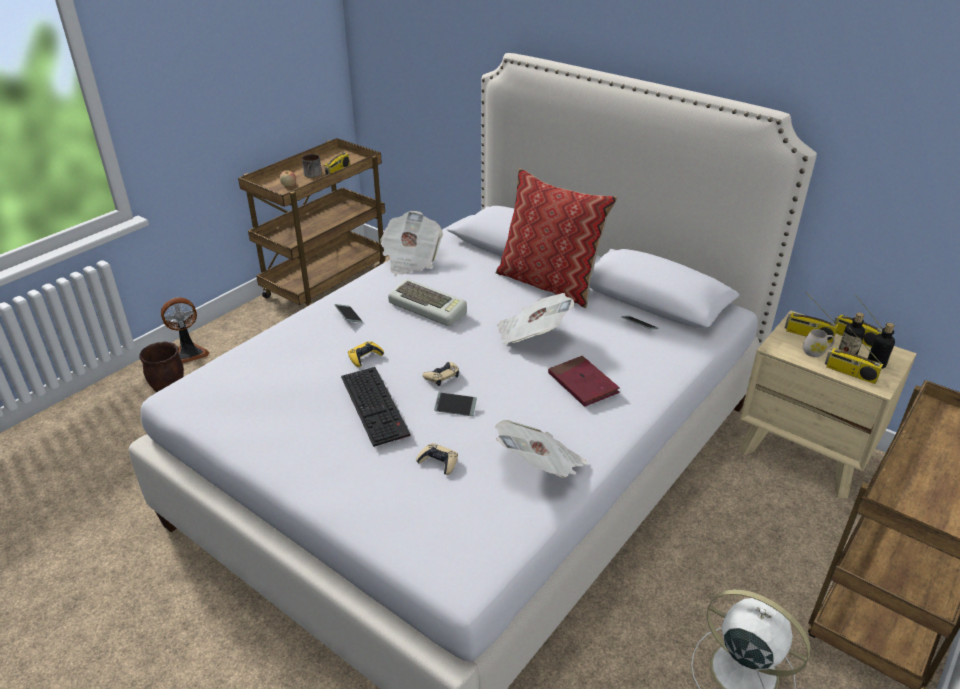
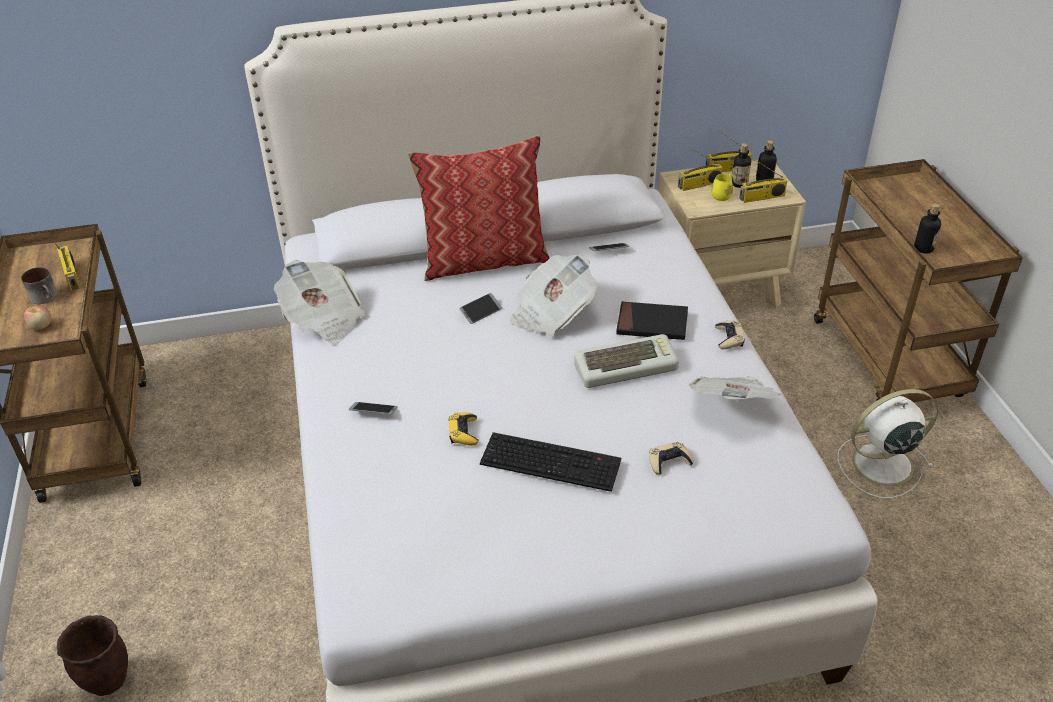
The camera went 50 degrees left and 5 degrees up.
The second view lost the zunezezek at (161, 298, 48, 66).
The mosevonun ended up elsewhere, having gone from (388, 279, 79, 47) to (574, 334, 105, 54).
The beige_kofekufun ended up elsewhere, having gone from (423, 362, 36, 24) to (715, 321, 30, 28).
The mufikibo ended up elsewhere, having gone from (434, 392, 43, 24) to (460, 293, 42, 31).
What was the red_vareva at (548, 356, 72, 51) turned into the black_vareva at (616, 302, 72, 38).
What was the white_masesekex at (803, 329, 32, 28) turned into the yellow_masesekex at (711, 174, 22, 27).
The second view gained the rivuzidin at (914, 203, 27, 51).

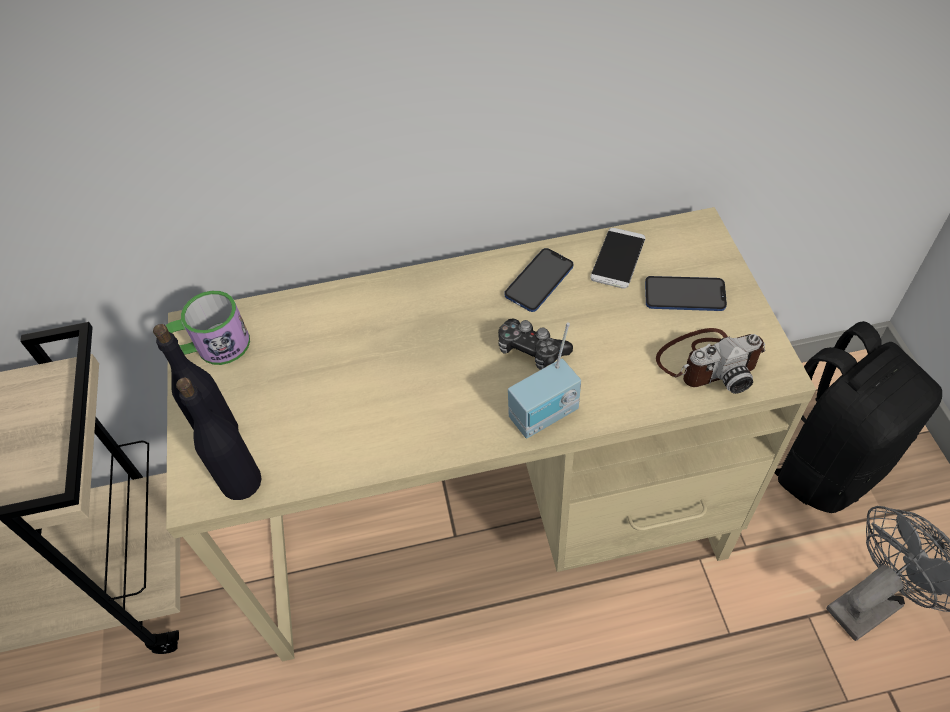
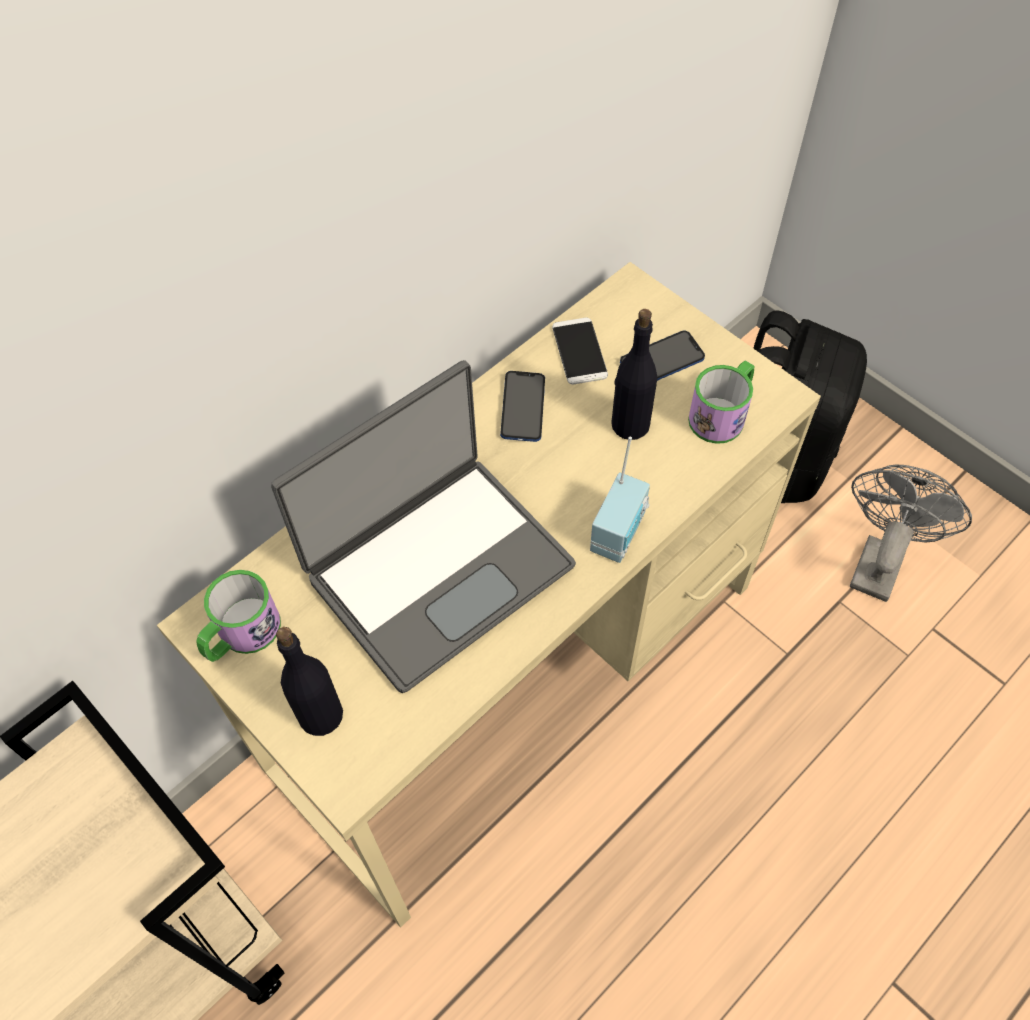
The camera went 35 degrees left and 5 degrees up.
The black_rivuzidin ended up elsewhere, having gone from (176, 378, 86, 122) to (611, 309, 46, 131).
The second view lost the kofekufun at (498, 318, 75, 52).
Where the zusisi stood at (656, 328, 110, 66), the masesekex came to stand at (688, 360, 66, 84).
The second view gained the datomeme at (271, 360, 305, 333).

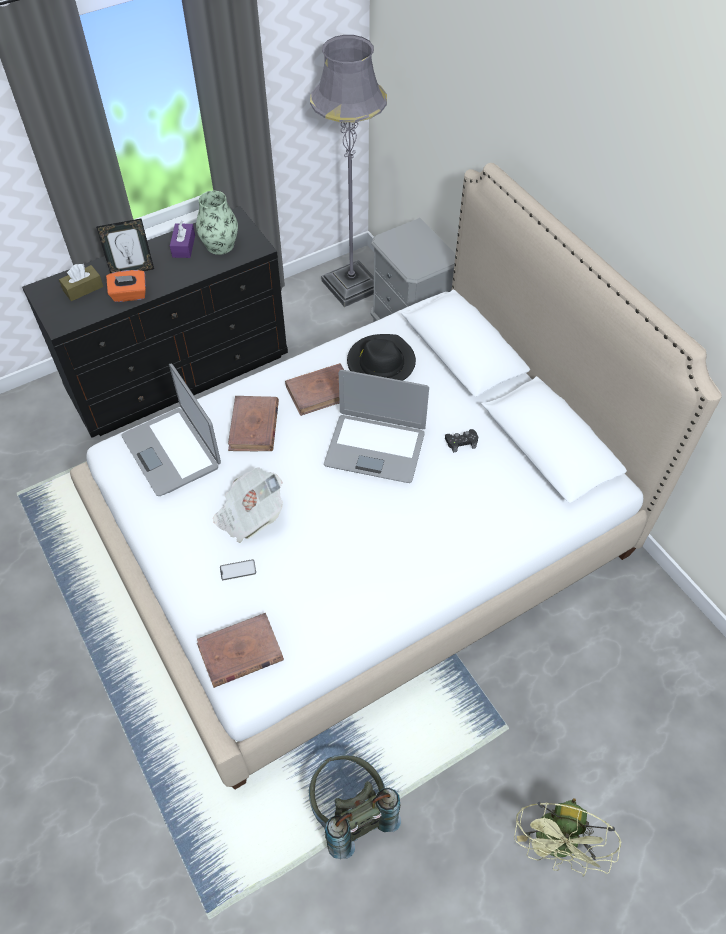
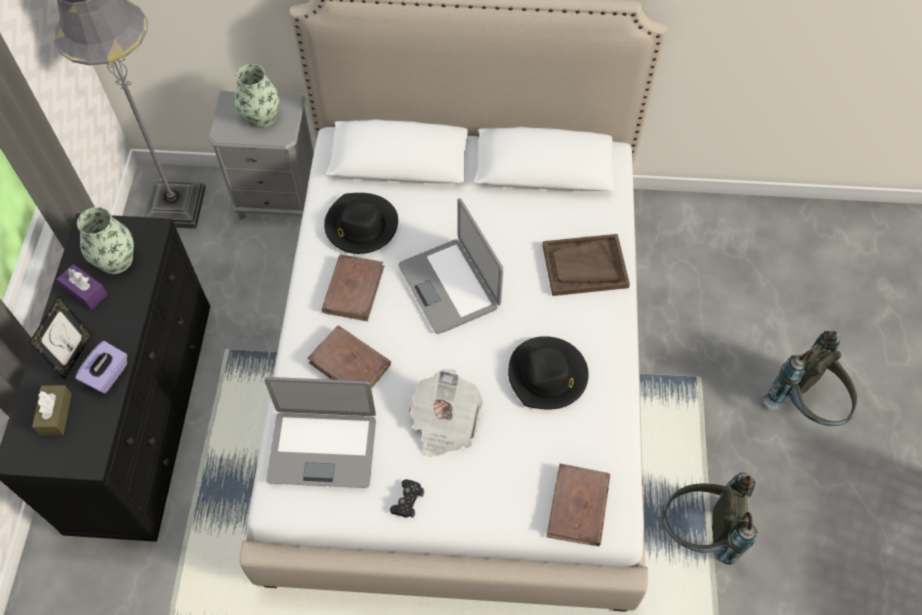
The camera went 55 degrees left and 5 degrees up.
What was the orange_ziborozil at (106, 270, 40, 32) turned into the purple_ziborozil at (75, 341, 52, 52).
The second view lost the mufikibo at (220, 559, 36, 22).
The datomeme at (324, 370, 105, 113) ended up facing another way, 105 degrees clockwise from before.
The black_kofekufun ended up elsewhere, having gone from (445, 429, 33, 24) to (390, 479, 34, 39).
Where the green_zunezezek stood at (514, 798, 108, 79), the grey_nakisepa came to stand at (763, 330, 94, 96).
The second view gained the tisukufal at (234, 64, 45, 64).
The second view gained the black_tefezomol at (508, 336, 81, 73).
The second view gained the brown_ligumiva at (542, 234, 88, 62).

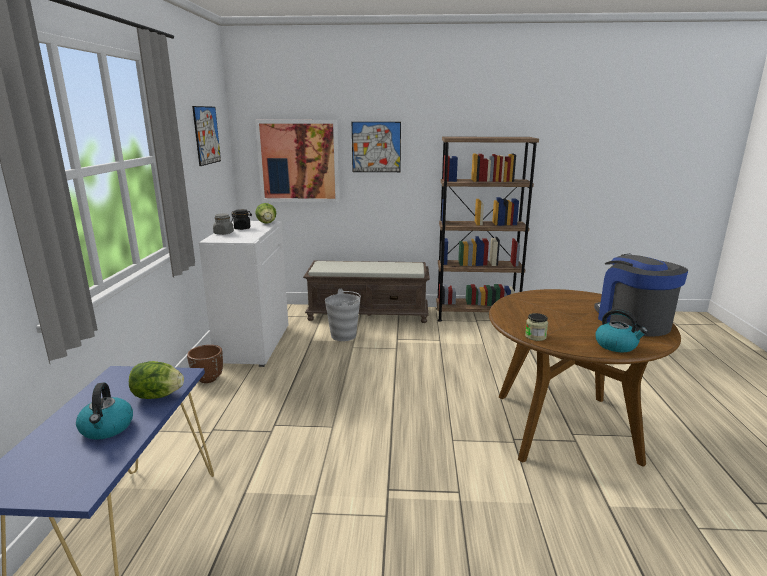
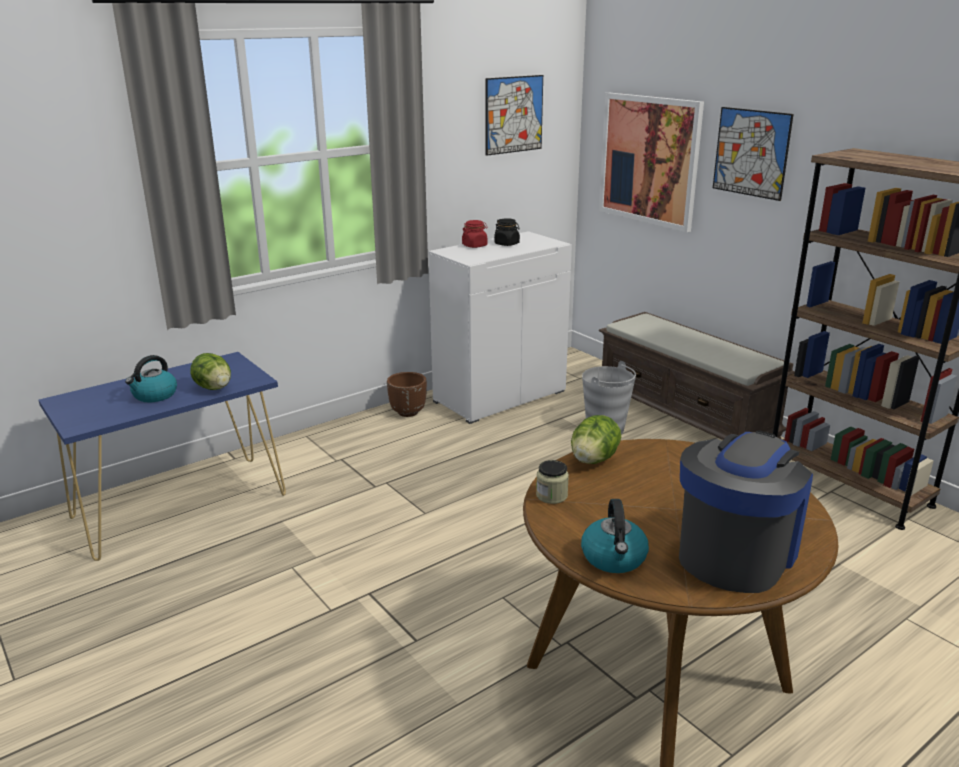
The camera went 50 degrees right and 5 degrees up.
What was the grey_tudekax at (213, 213, 21, 22) turned into the red_tudekax at (462, 220, 25, 28).
The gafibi ended up elsewhere, having gone from (255, 203, 21, 21) to (571, 415, 50, 49).

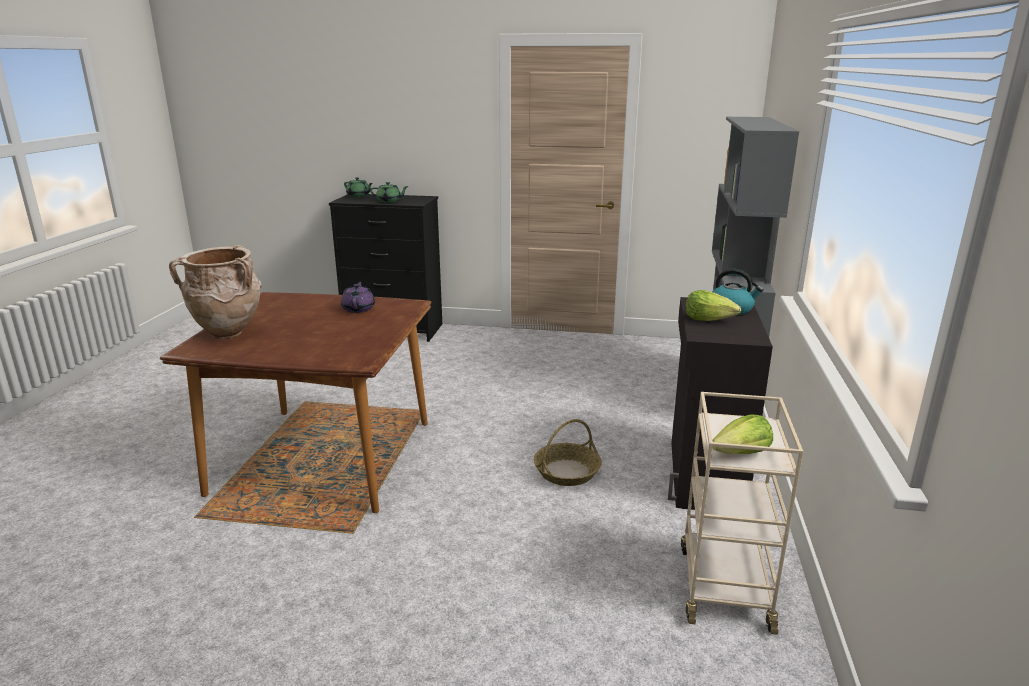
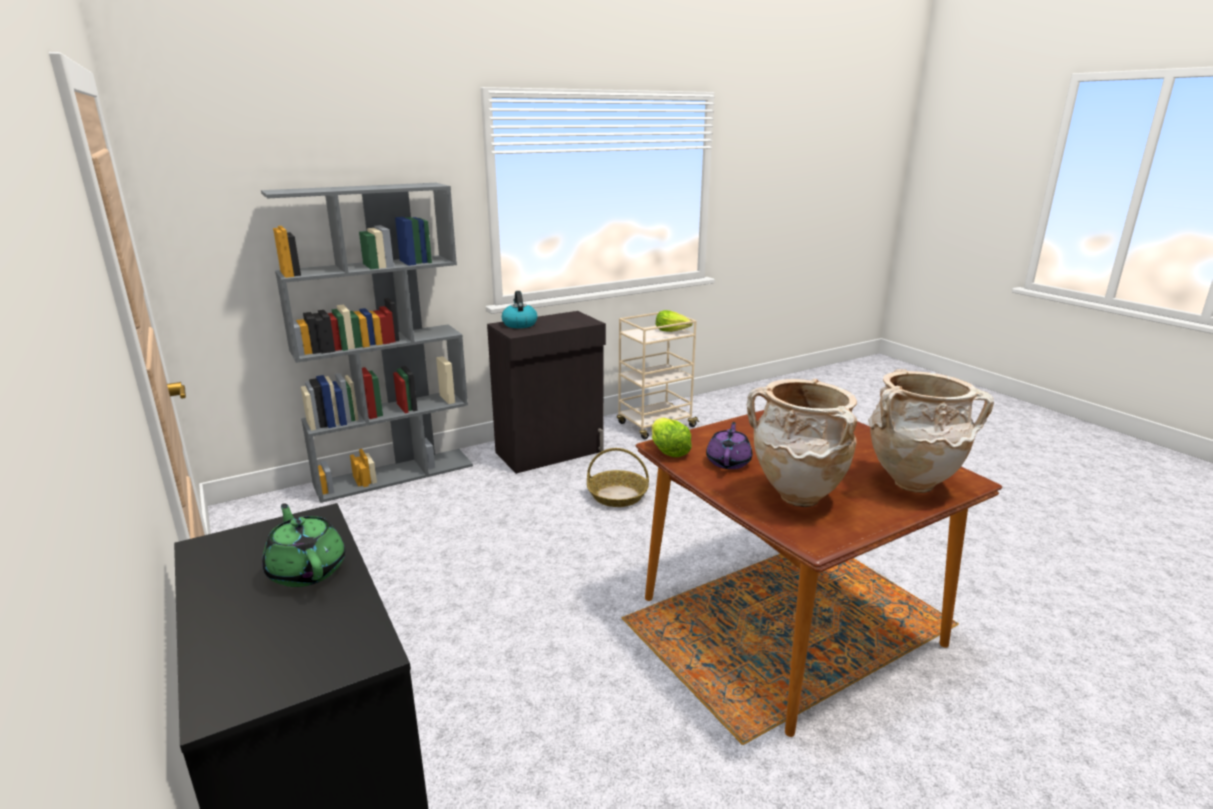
The camera went 130 degrees left and 0 degrees up.
The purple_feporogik at (341, 281, 34, 32) ended up facing another way, 150 degrees clockwise from before.
The second view lost the green_feporogik at (344, 177, 28, 20).
The gafibi ended up elsewhere, having gone from (686, 290, 55, 31) to (652, 418, 40, 39).
The second view gained the beige_tisukufal at (747, 379, 110, 128).

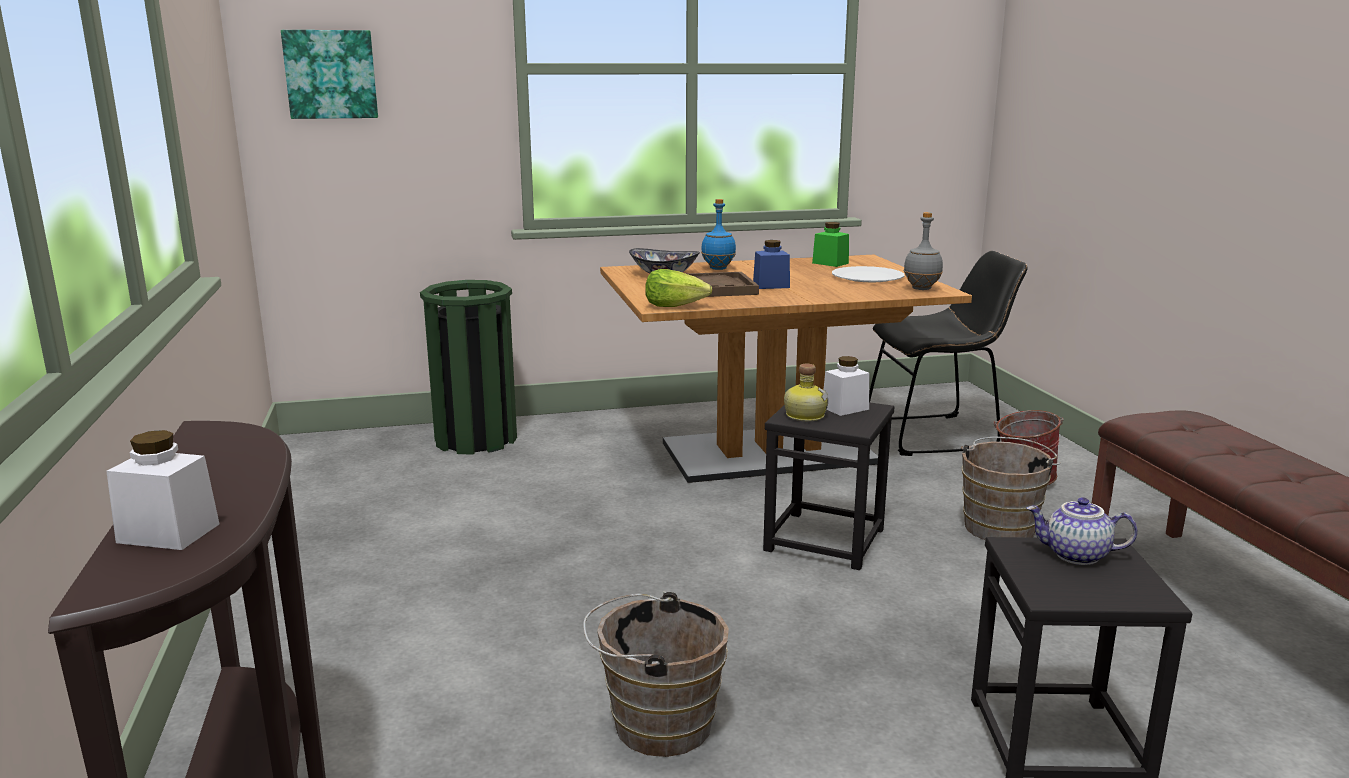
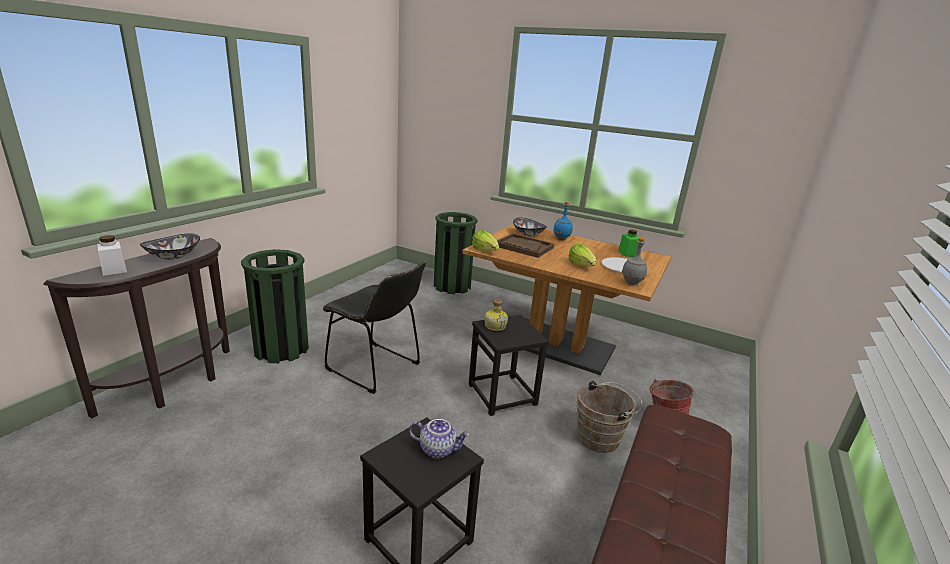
The camera went 40 degrees right and 5 degrees up.
The second view lost the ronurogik at (281, 30, 97, 89).
The second view lost the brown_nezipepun at (583, 591, 146, 166).
The second view lost the blue_tudekax at (753, 240, 37, 49).
The second view lost the white_tudekax at (823, 356, 47, 60).
The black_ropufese ended up elsewhere, having gone from (869, 251, 159, 205) to (323, 262, 103, 132).
The feporogik at (1026, 497, 111, 68) ended up facing another way, 135 degrees clockwise from before.
The second view gained the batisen at (140, 233, 60, 27).
The second view gained the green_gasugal at (241, 249, 68, 114).
The second view gained the gafibi at (569, 244, 28, 22).

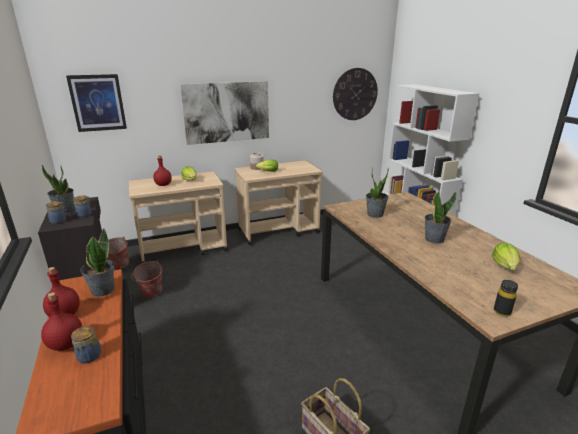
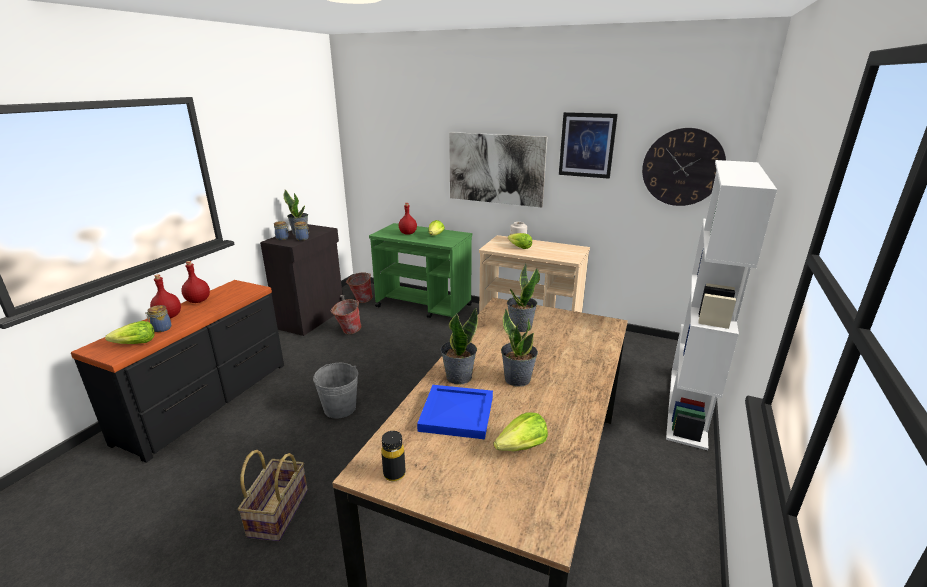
The camera went 45 degrees right and 0 degrees up.
The ronurogik ended up elsewhere, having gone from (66, 74, 61, 58) to (559, 112, 59, 67).
The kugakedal ended up elsewhere, having gone from (81, 229, 34, 68) to (440, 307, 38, 78).
What was the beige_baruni at (129, 172, 99, 91) turned into the green_baruni at (369, 223, 103, 98).
The second view gained the gafibi at (105, 321, 50, 23).
The second view gained the grey_nezipepun at (313, 363, 45, 56).
The second view gained the blue_ligumiva at (417, 385, 76, 54).

